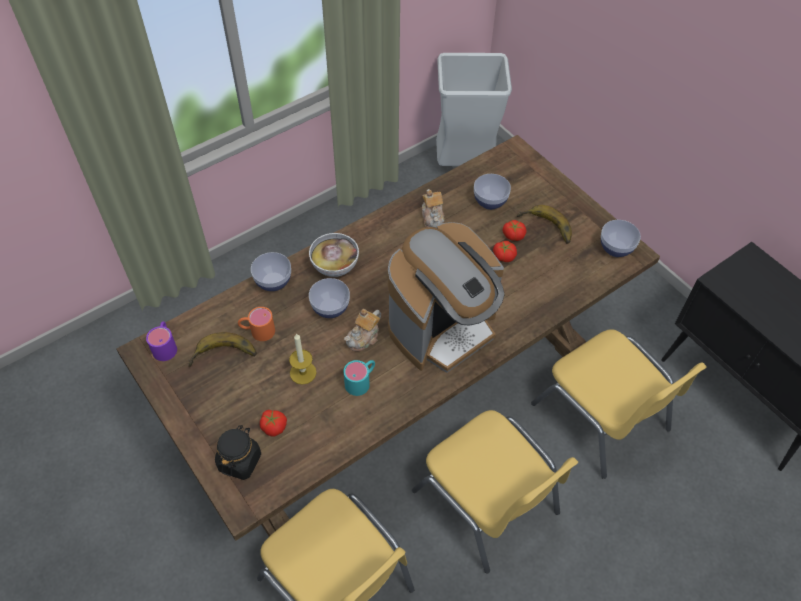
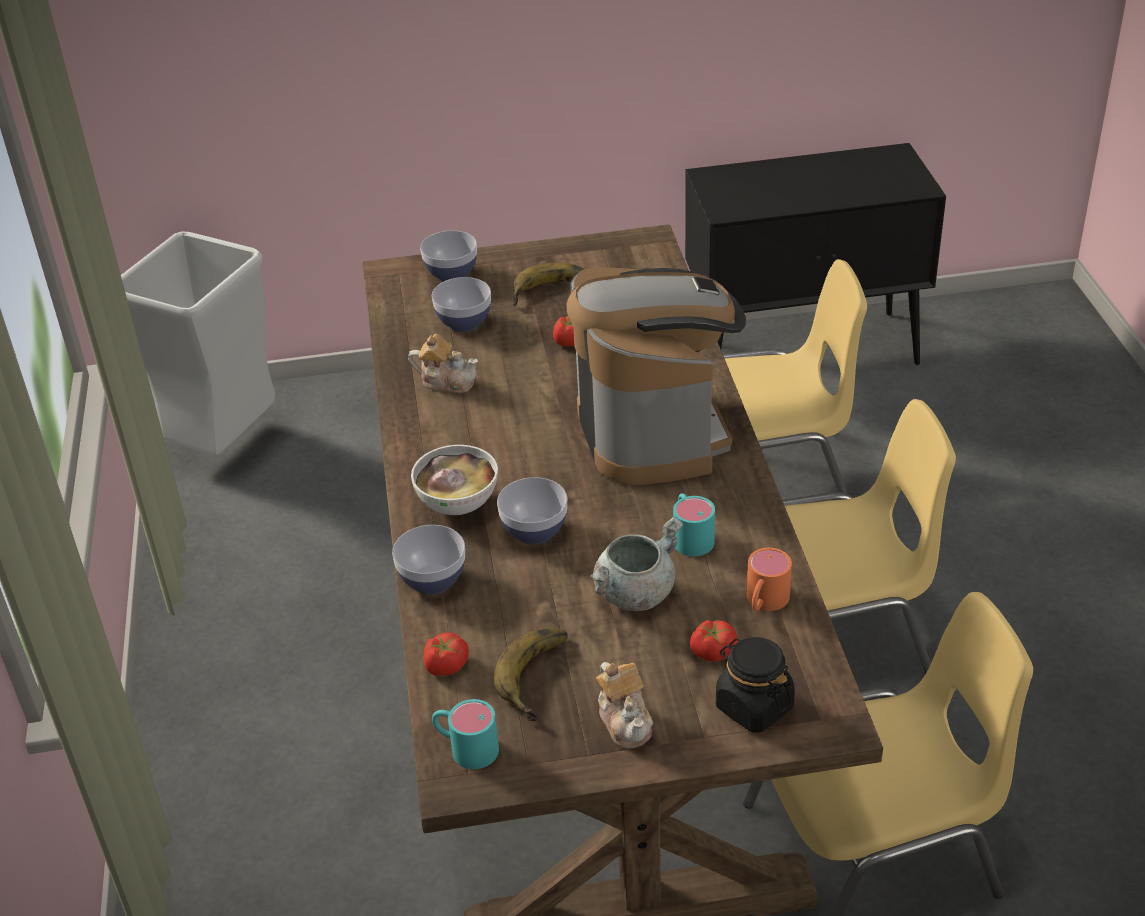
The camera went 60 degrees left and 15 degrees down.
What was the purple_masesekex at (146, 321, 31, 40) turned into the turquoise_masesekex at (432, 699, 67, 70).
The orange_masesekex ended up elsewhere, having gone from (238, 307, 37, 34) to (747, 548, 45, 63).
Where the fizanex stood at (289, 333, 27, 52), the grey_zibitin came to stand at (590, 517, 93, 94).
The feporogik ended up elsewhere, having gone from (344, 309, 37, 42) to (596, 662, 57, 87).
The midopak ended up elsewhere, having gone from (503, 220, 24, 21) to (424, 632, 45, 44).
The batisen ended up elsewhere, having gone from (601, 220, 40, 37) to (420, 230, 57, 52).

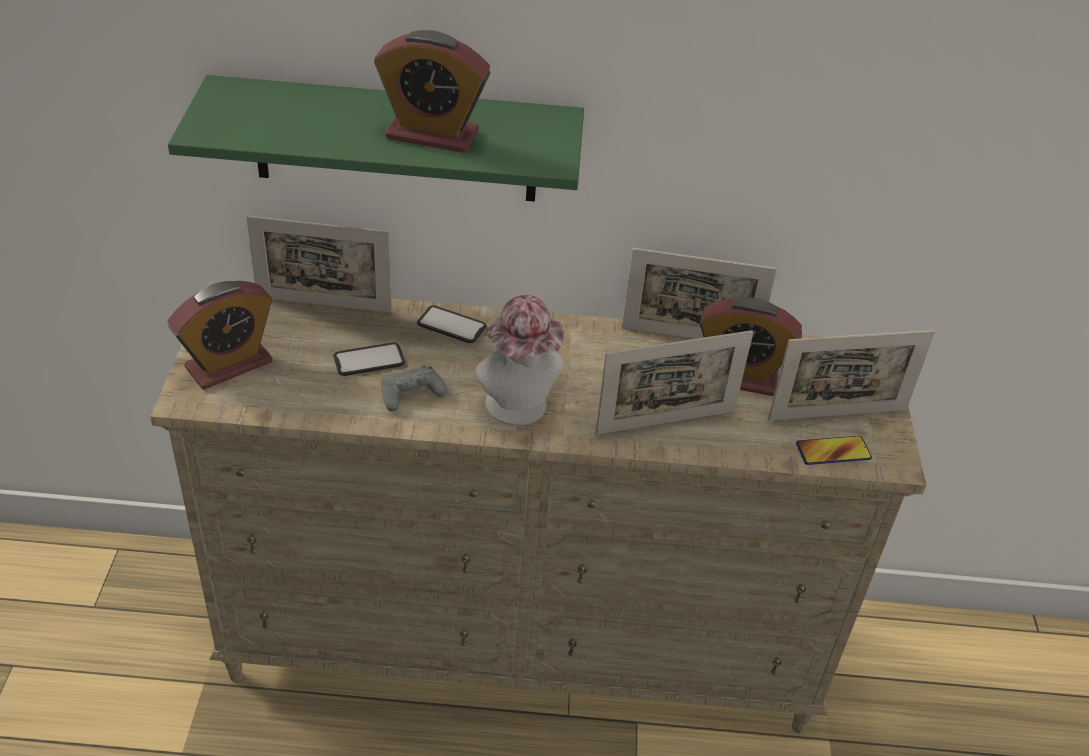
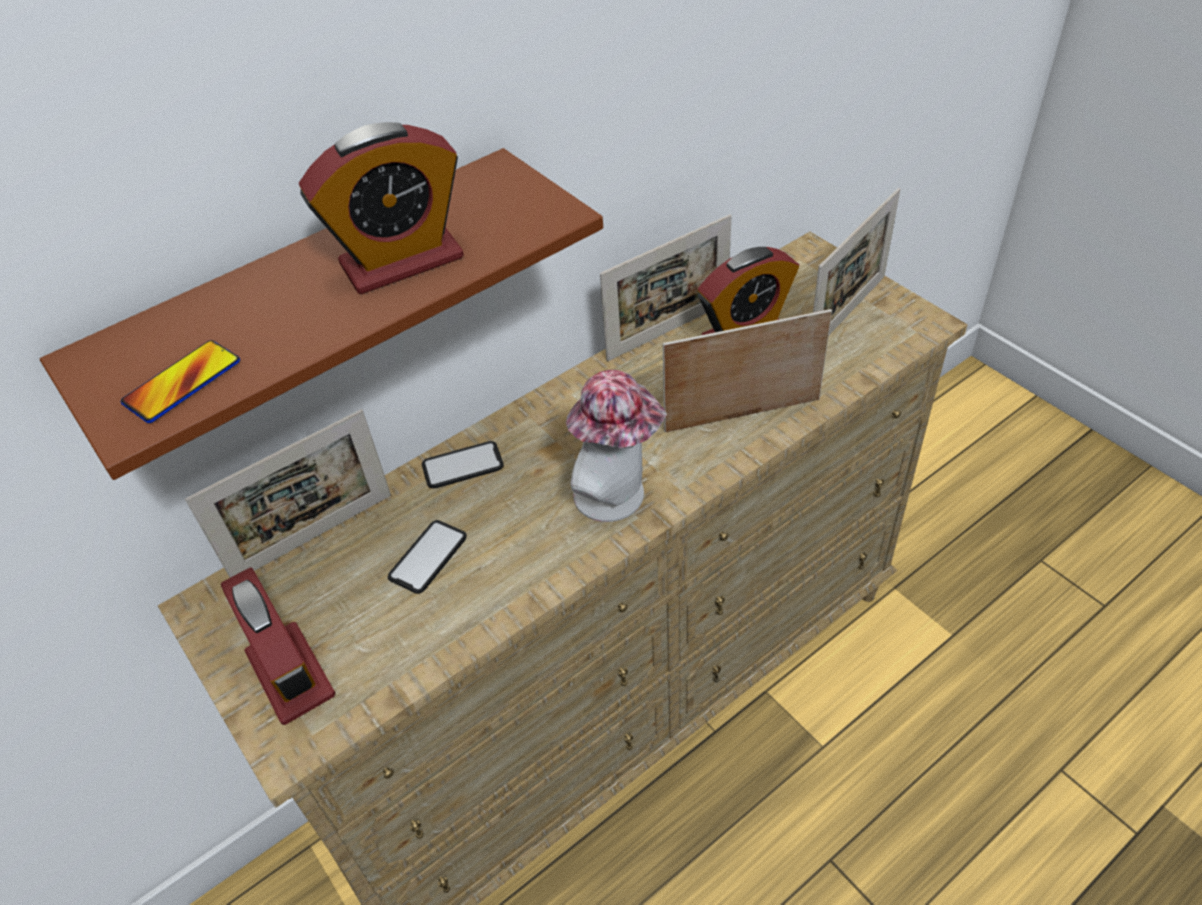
The camera went 35 degrees left and 5 degrees up.
What was the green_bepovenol at (168, 75, 416, 127) turned into the brown_bepovenol at (40, 148, 563, 332).
The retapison at (168, 281, 104, 109) ended up facing another way, 135 degrees clockwise from before.
The second view lost the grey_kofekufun at (381, 365, 66, 47).
The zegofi at (596, 330, 157, 104) ended up facing another way, 135 degrees counterclockwise from before.
The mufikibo ended up elsewhere, having gone from (796, 436, 76, 29) to (121, 340, 119, 83).

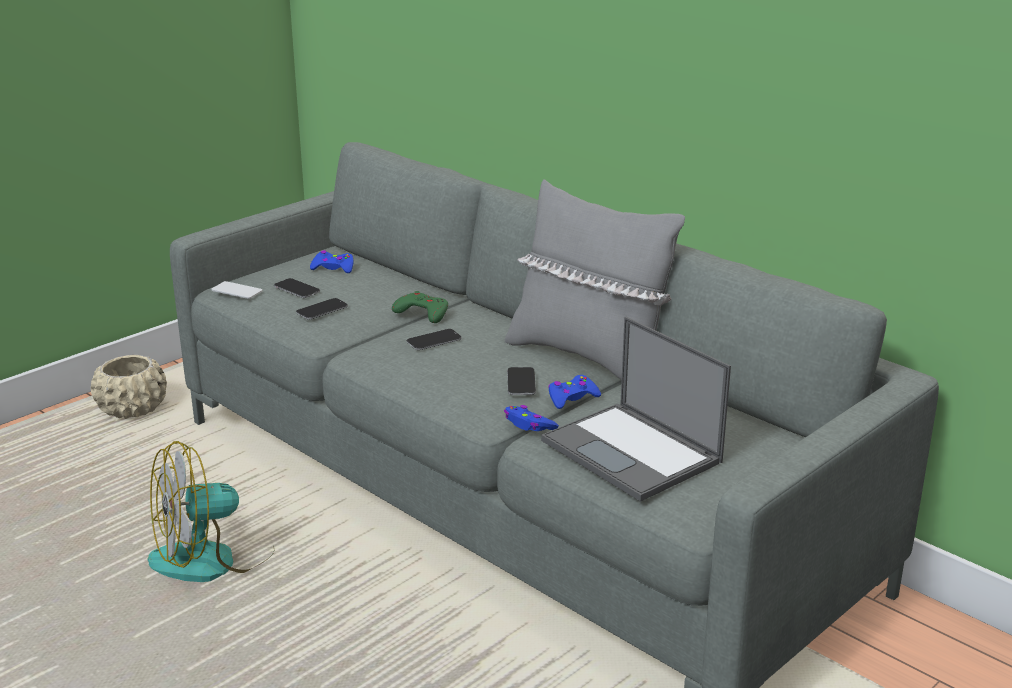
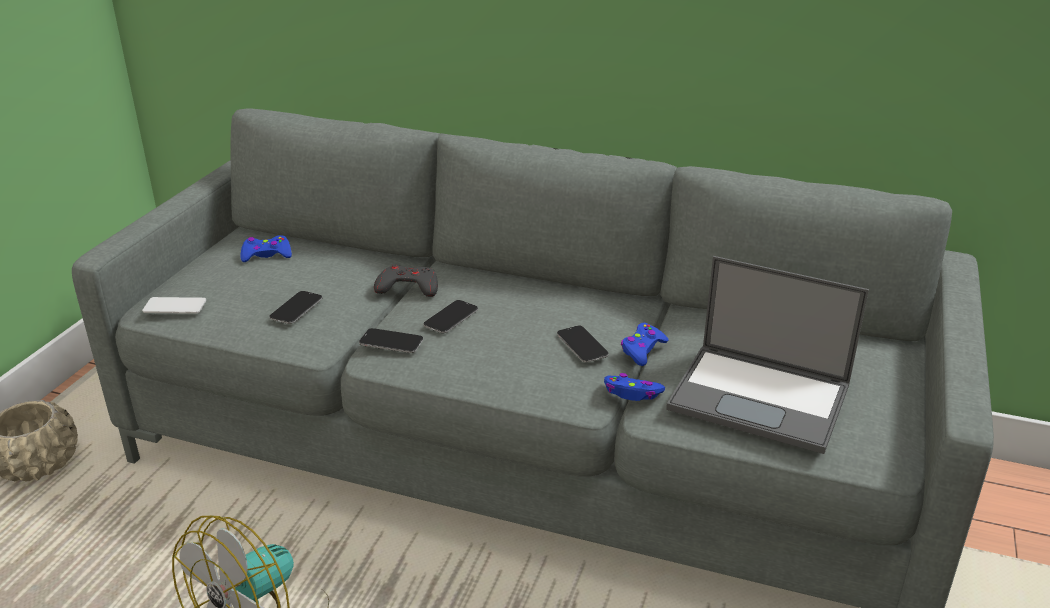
The camera went 25 degrees left and 5 degrees up.
The mufikibo ended up elsewhere, having gone from (274, 278, 46, 20) to (359, 328, 64, 25).
What was the green_kofekufun at (392, 291, 56, 32) turned into the grey_kofekufun at (374, 264, 64, 33).
The second view lost the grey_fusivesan at (505, 179, 180, 201).

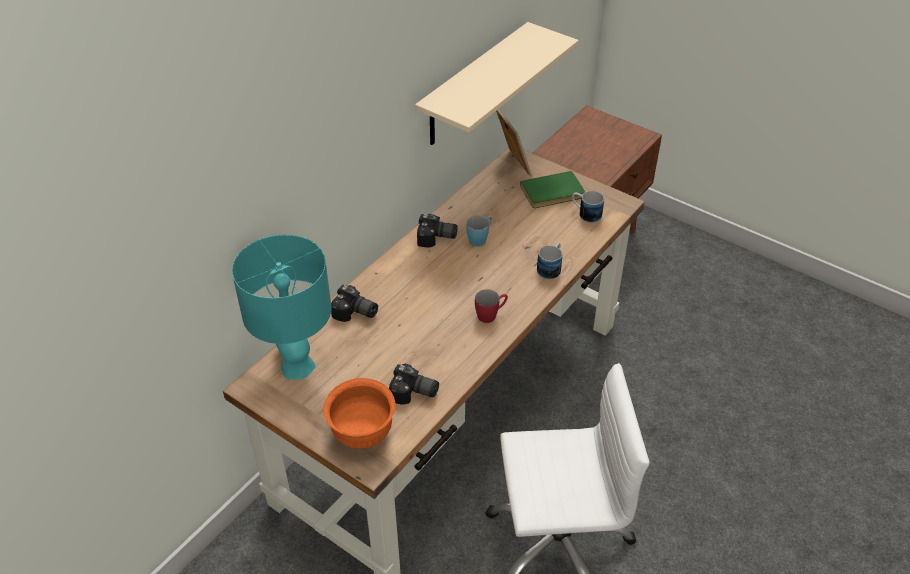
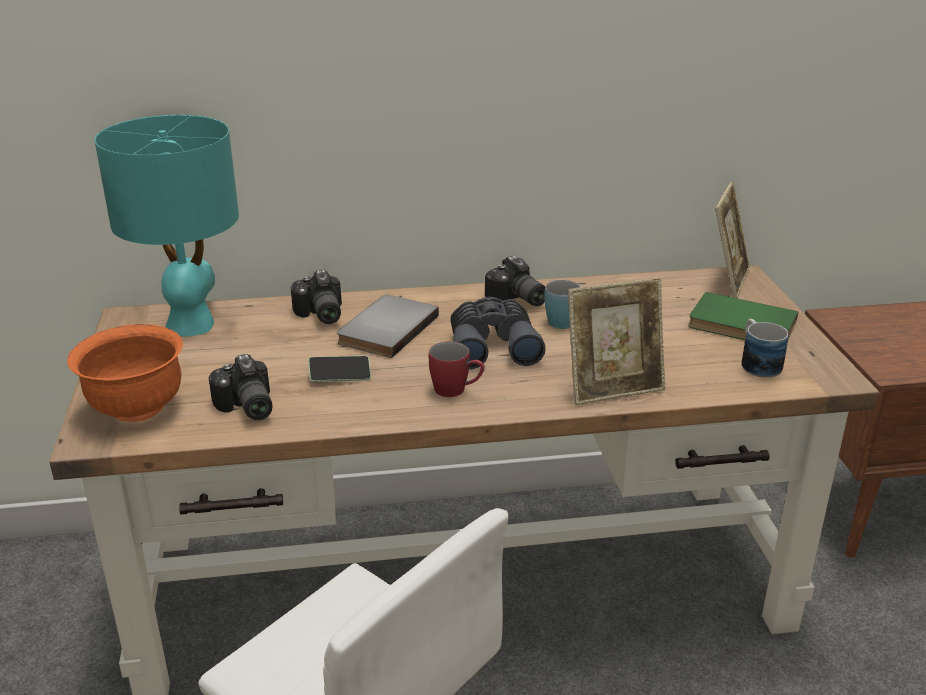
The camera went 45 degrees right and 15 degrees down.
The second view lost the beige_bepovenol at (415, 22, 164, 123).
Where the masesekex stood at (537, 242, 25, 37), the zegofi came to stand at (568, 278, 97, 127).
The second view gained the mufikibo at (308, 356, 63, 26).
The second view gained the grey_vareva at (337, 295, 102, 63).
The second view gained the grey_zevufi at (451, 297, 95, 72).

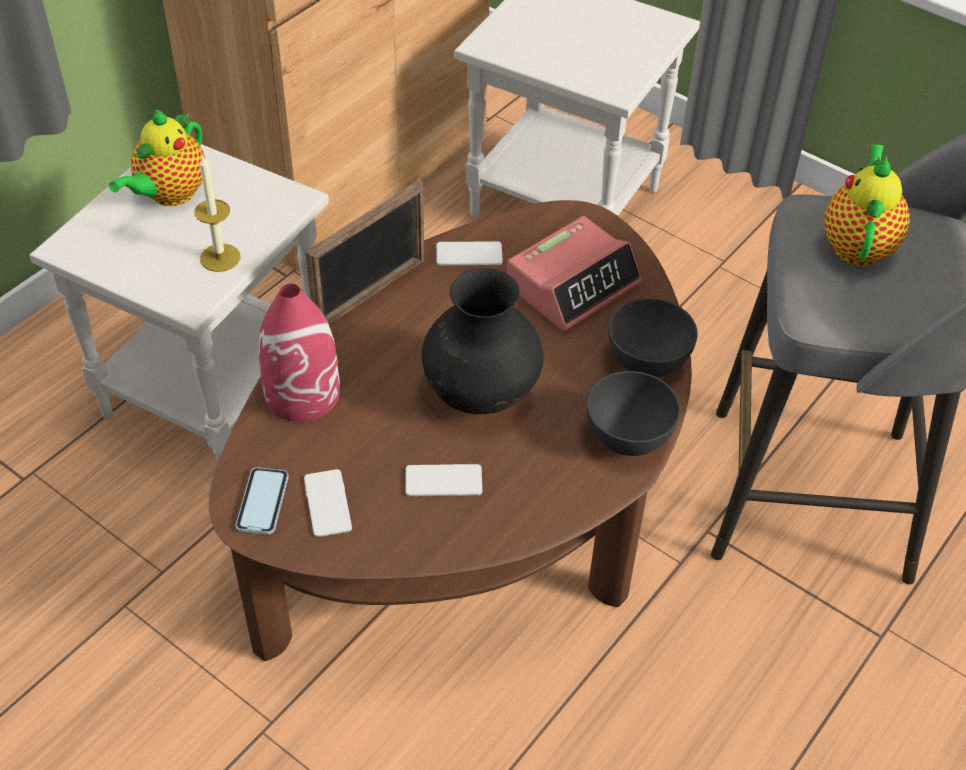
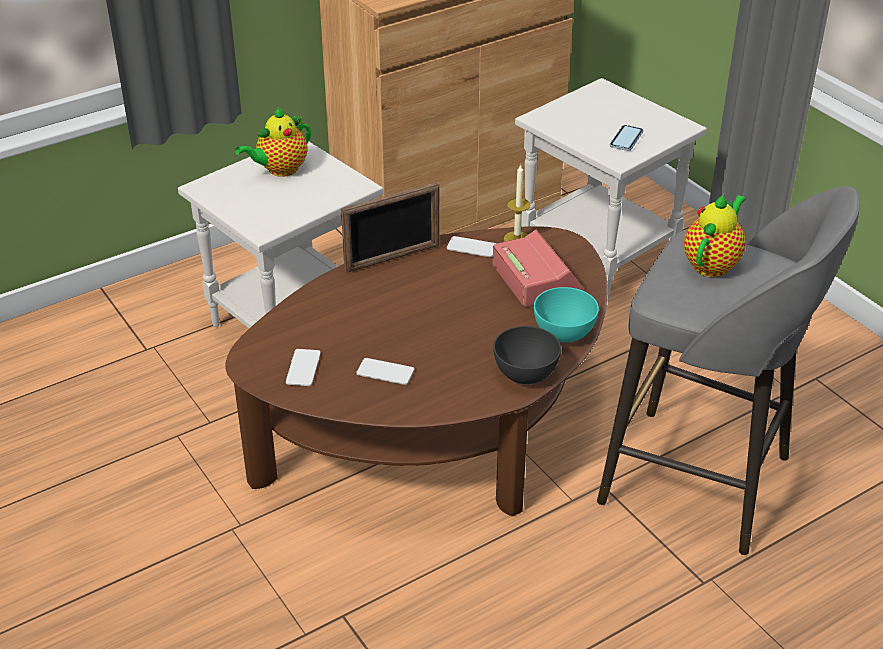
The camera went 20 degrees right and 10 degrees down.
The fizanex ended up elsewhere, having gone from (194, 154, 46, 118) to (504, 164, 27, 78).
The mufikibo ended up elsewhere, having gone from (236, 467, 53, 68) to (610, 125, 33, 26).
The second view lost the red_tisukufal at (259, 284, 81, 138).
The second view lost the black_tisukufal at (422, 268, 122, 146).
The retapison at (507, 216, 135, 115) ended up facing another way, 90 degrees counterclockwise from before.
What was the grey_batisen at (608, 298, 90, 79) turned into the turquoise_batisen at (534, 287, 65, 56).

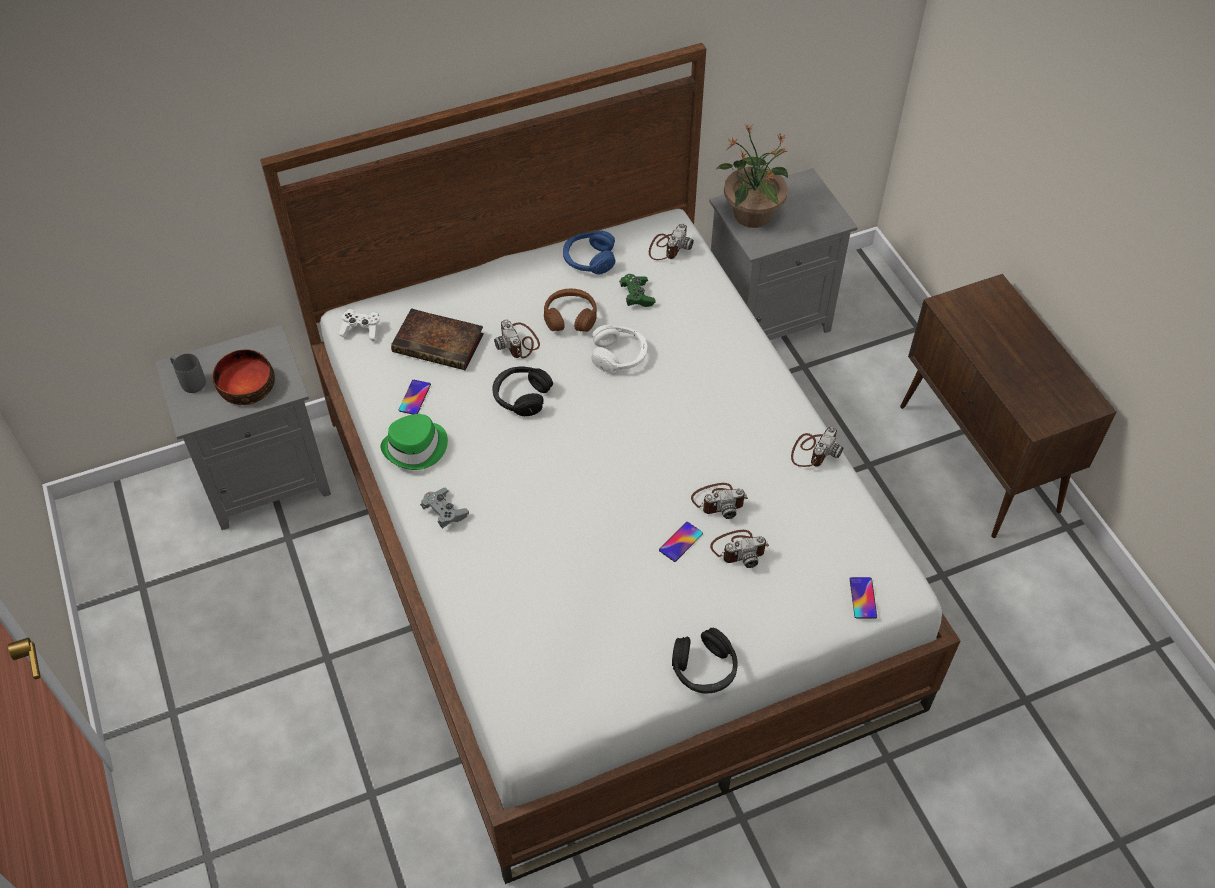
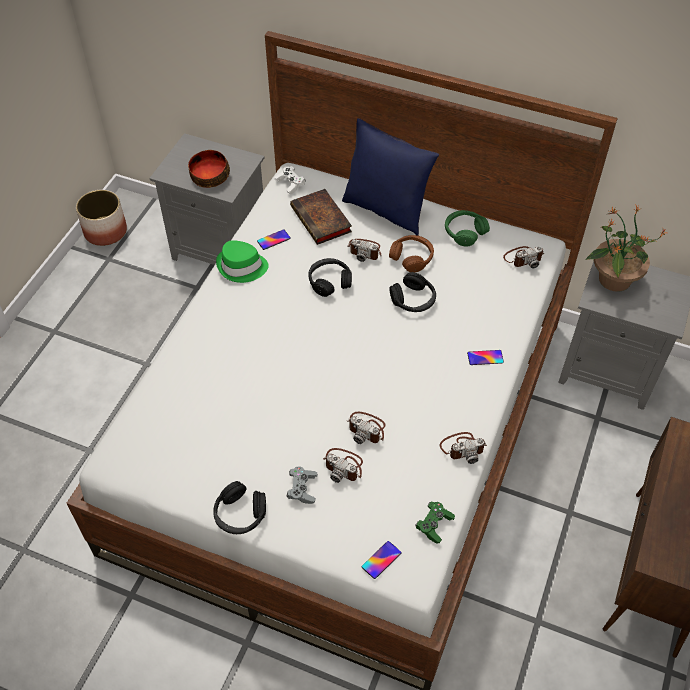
The camera went 45 degrees right and 0 degrees up.
The second view lost the grey_masesekex at (170, 353, 36, 40).
The grey_kofekufun ended up elsewhere, having gone from (420, 488, 49, 40) to (286, 466, 31, 38).
The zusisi at (494, 319, 46, 39) ended up facing another way, 90 degrees counterclockwise from before.
What was the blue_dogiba at (563, 230, 52, 44) turned into the green_dogiba at (445, 210, 45, 37).
What was the white_dogiba at (591, 325, 56, 47) turned into the black_dogiba at (389, 272, 47, 40).
The green_kofekufun ended up elsewhere, having gone from (620, 274, 35, 33) to (415, 502, 40, 41).
The mufikibo ended up elsewhere, having gone from (659, 522, 44, 40) to (467, 350, 37, 15).
The second view gained the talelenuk at (76, 190, 51, 56).
The second view gained the blue_fusivesan at (342, 118, 97, 117).

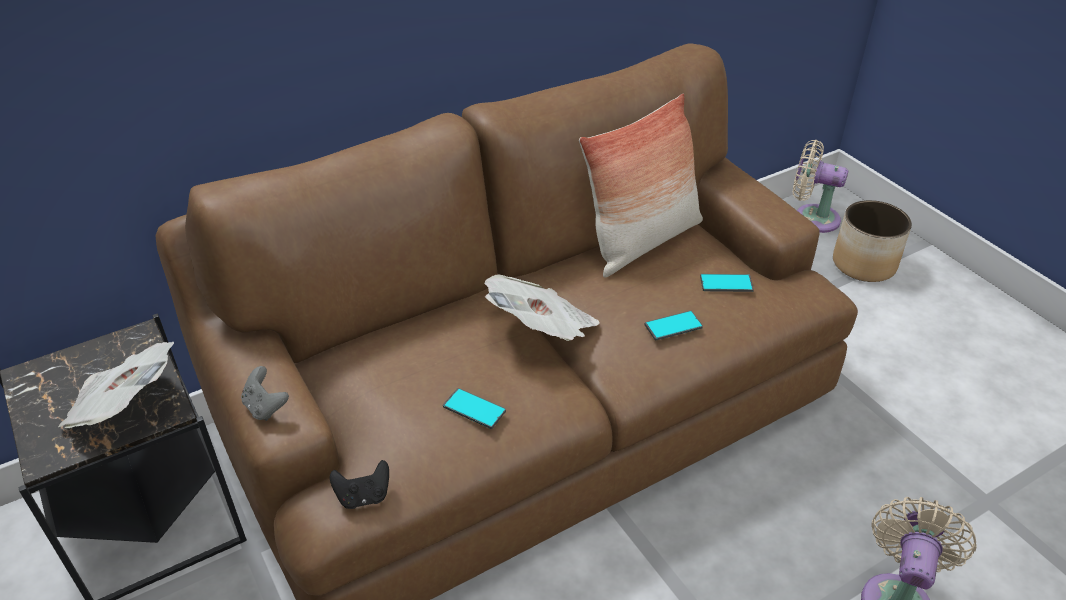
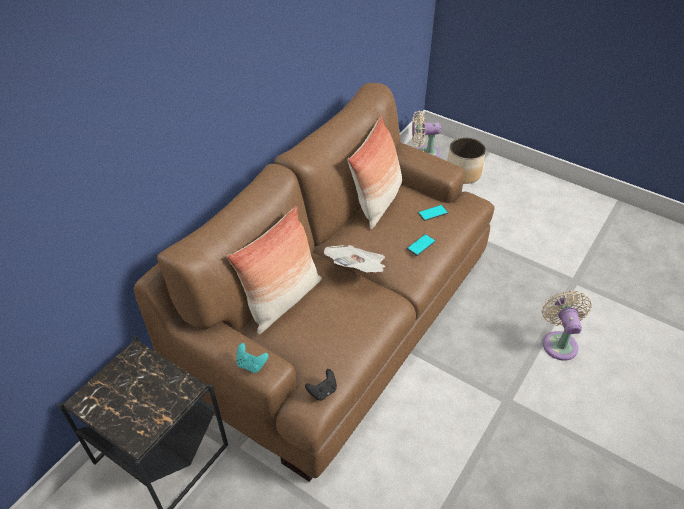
The camera went 25 degrees left and 5 degrees up.
The second view lost the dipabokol at (58, 342, 116, 86).
What was the grey_kofekufun at (241, 366, 48, 55) turned into the turquoise_kofekufun at (237, 343, 32, 30).
The second view lost the mufikibo at (443, 388, 63, 41).
The second view gained the fusivesan at (227, 206, 95, 129).

